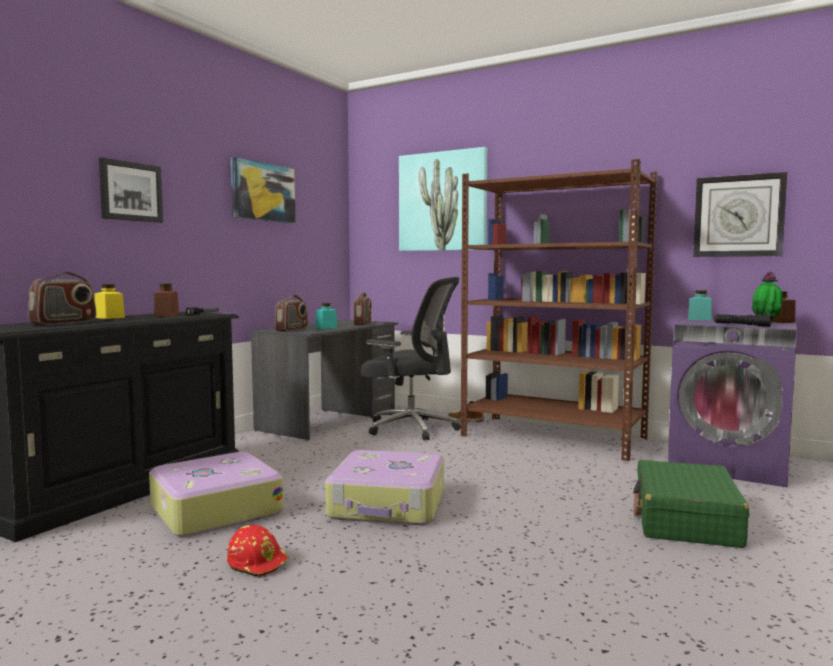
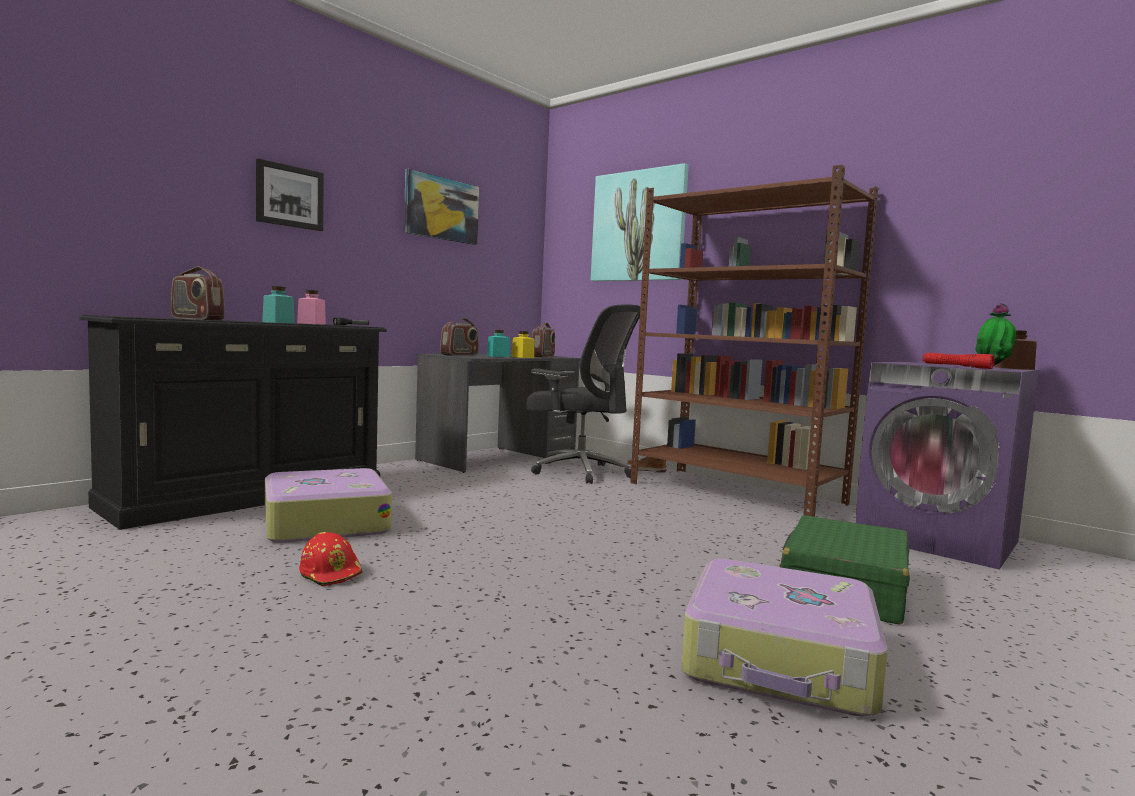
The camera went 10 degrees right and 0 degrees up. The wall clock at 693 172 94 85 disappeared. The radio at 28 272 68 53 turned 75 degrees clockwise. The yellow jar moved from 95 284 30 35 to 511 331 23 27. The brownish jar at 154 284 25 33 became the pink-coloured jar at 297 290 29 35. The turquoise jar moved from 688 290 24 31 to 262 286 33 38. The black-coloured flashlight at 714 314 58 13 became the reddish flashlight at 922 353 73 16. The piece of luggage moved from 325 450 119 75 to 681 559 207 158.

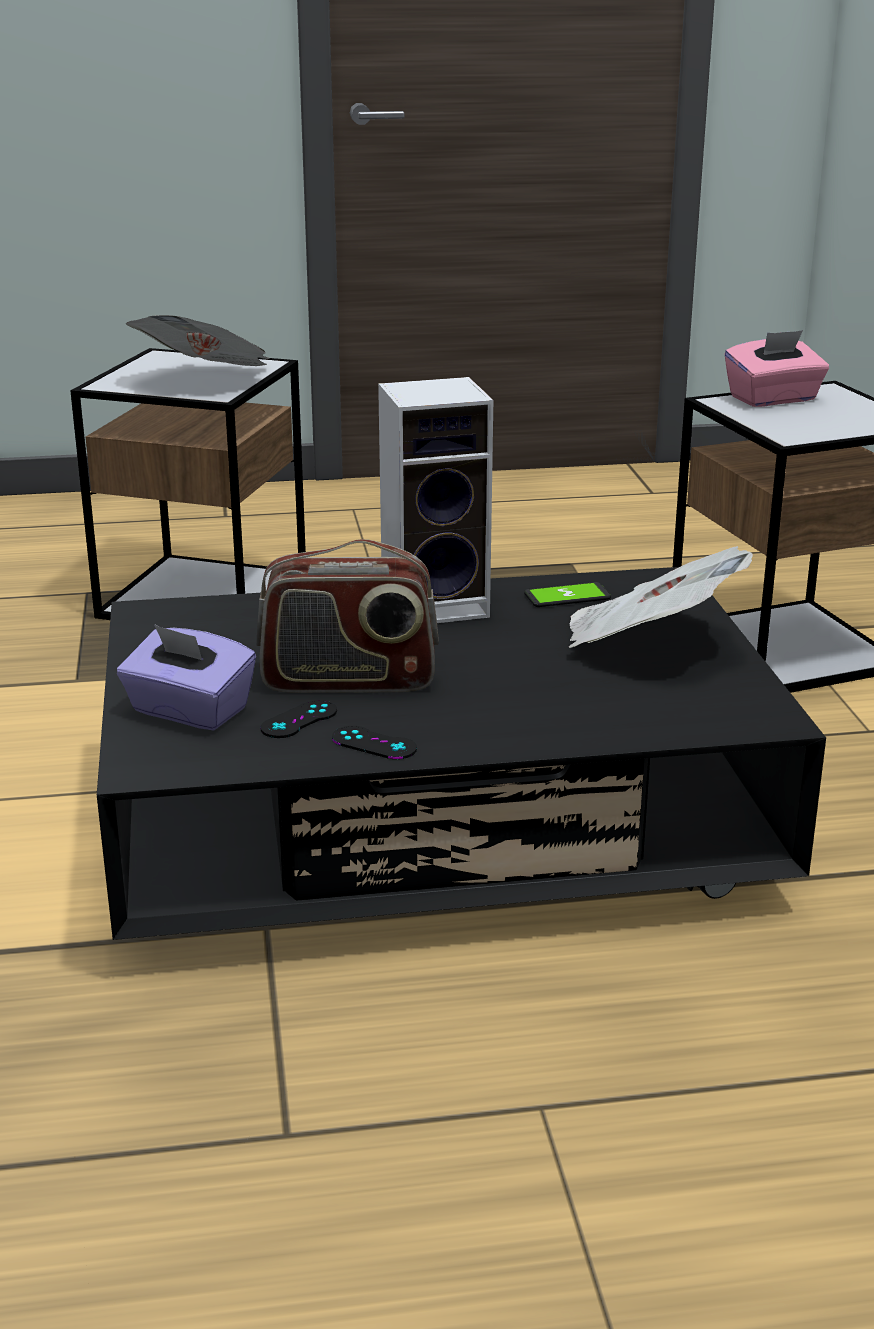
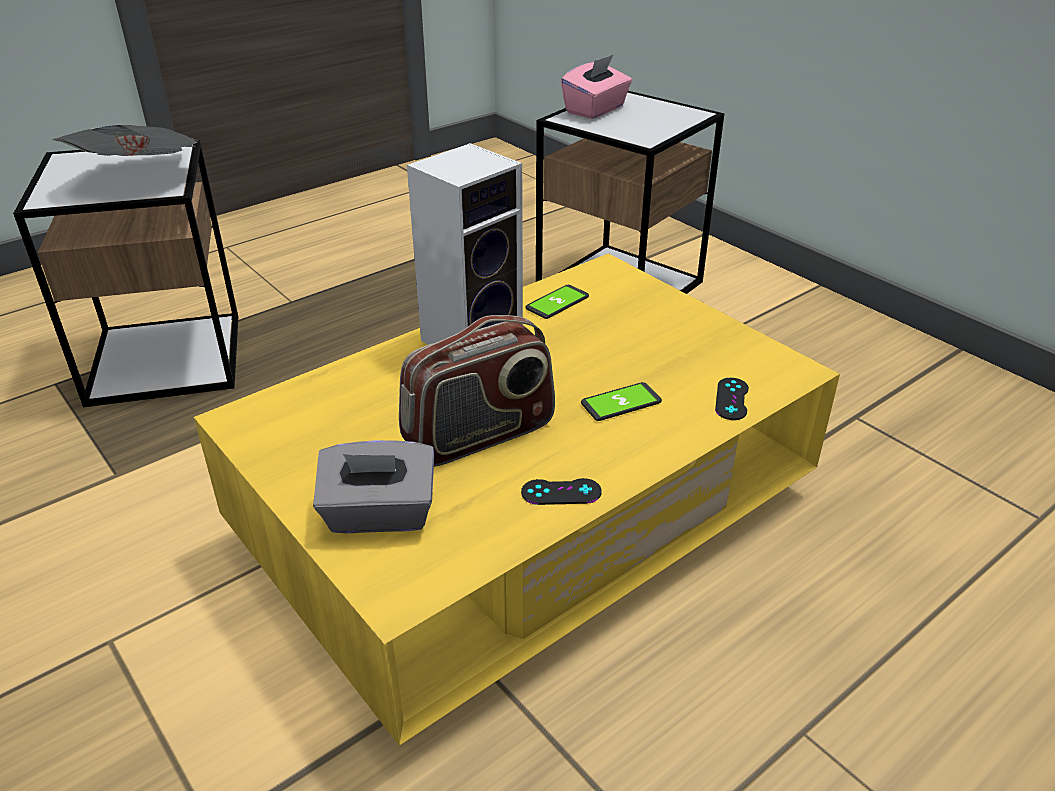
The camera went 30 degrees left and 10 degrees up. The printed paper at 569 546 184 102 disappeared. The black-coloured lounge table at 97 567 729 373 became the yellow lounge table at 194 253 646 493. The purple-coloured box of tissues at 117 624 139 107 became the grey box of tissues at 313 440 121 93. The black-coloured gamepad moved from 260 700 77 38 to 715 378 34 42. The telephone at 581 382 81 39 appeared.

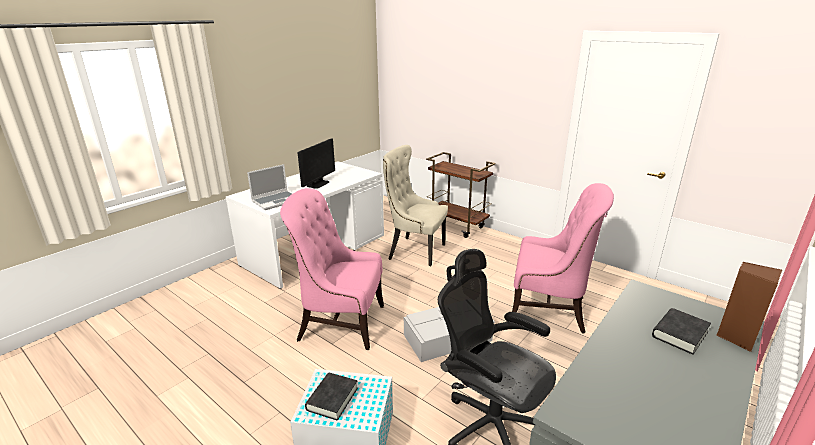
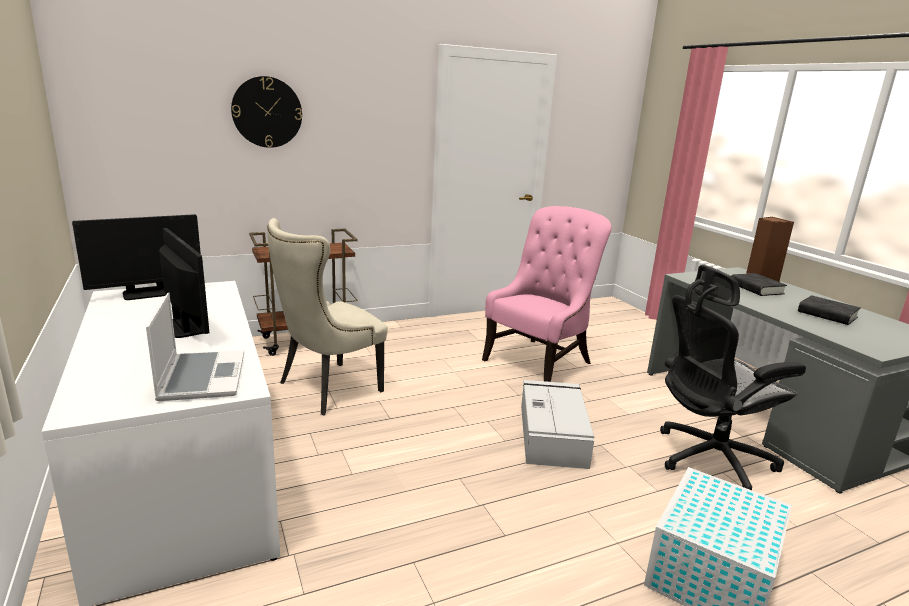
The camera went 65 degrees left and 5 degrees down. The pink-coloured chair at 280 188 104 162 disappeared. The black-coloured volume moved from 305 373 53 48 to 798 295 63 30. The wall clock at 231 76 71 72 appeared. The computer screen at 72 214 129 86 appeared.

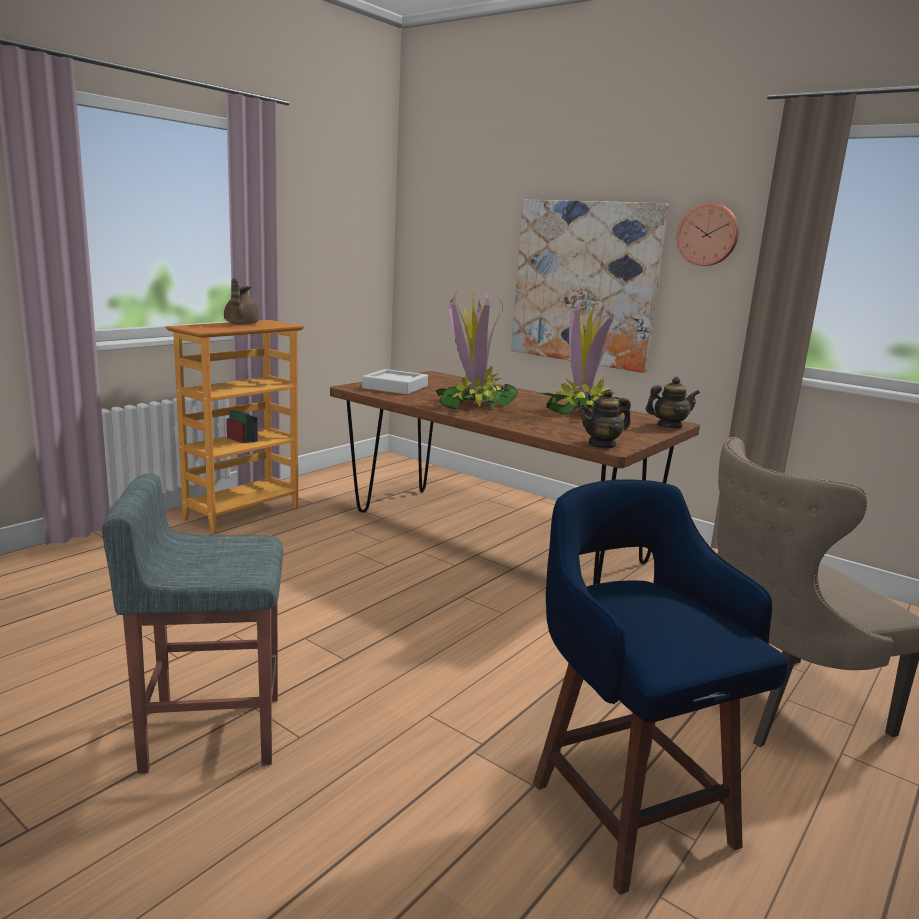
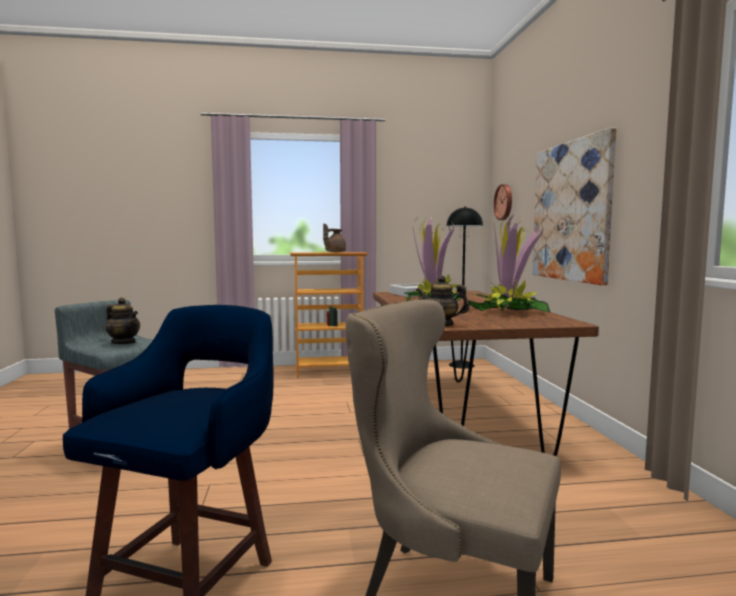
The camera went 45 degrees right and 10 degrees down. The wall clock moved from 677 203 62 63 to 494 184 18 36. The tea pot moved from 646 377 54 51 to 105 298 35 46. The black-coloured standing lamp at 447 207 36 161 appeared.

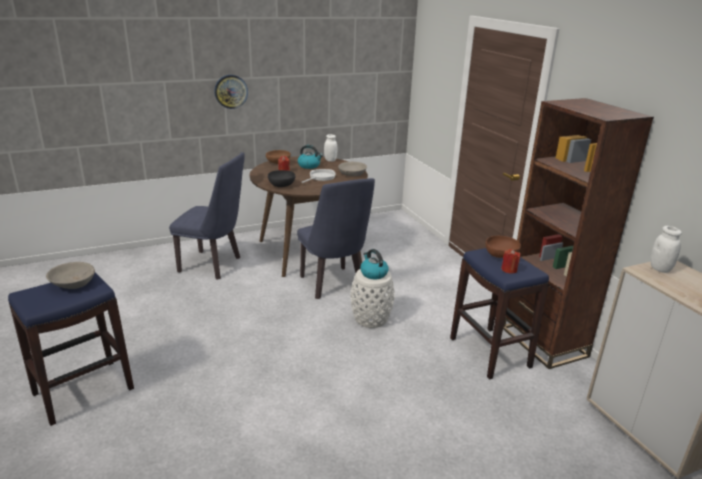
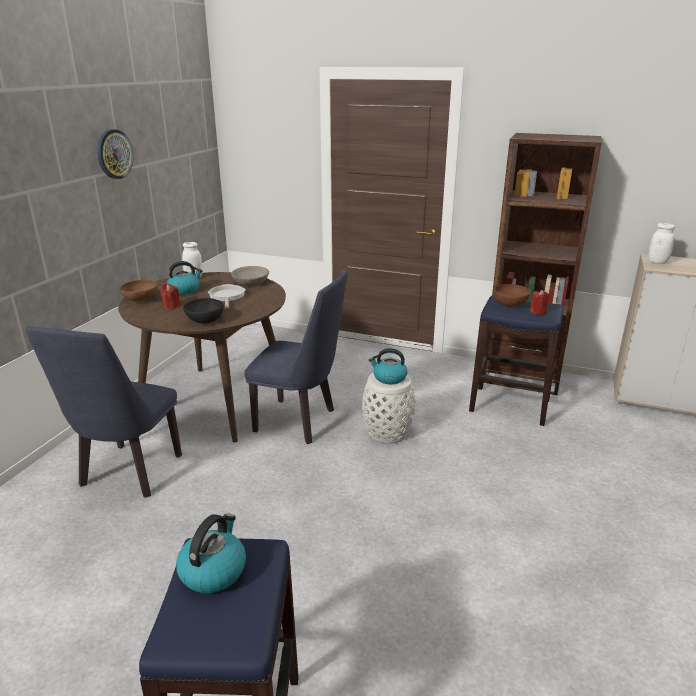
The camera went 45 degrees left and 0 degrees up. The wall clock moved from 214 75 34 34 to 97 129 36 50. The bluish chair at 169 152 76 128 turned 135 degrees clockwise. The grey serving bowl at 46 262 49 27 was replaced by the kettle at 176 514 70 79.

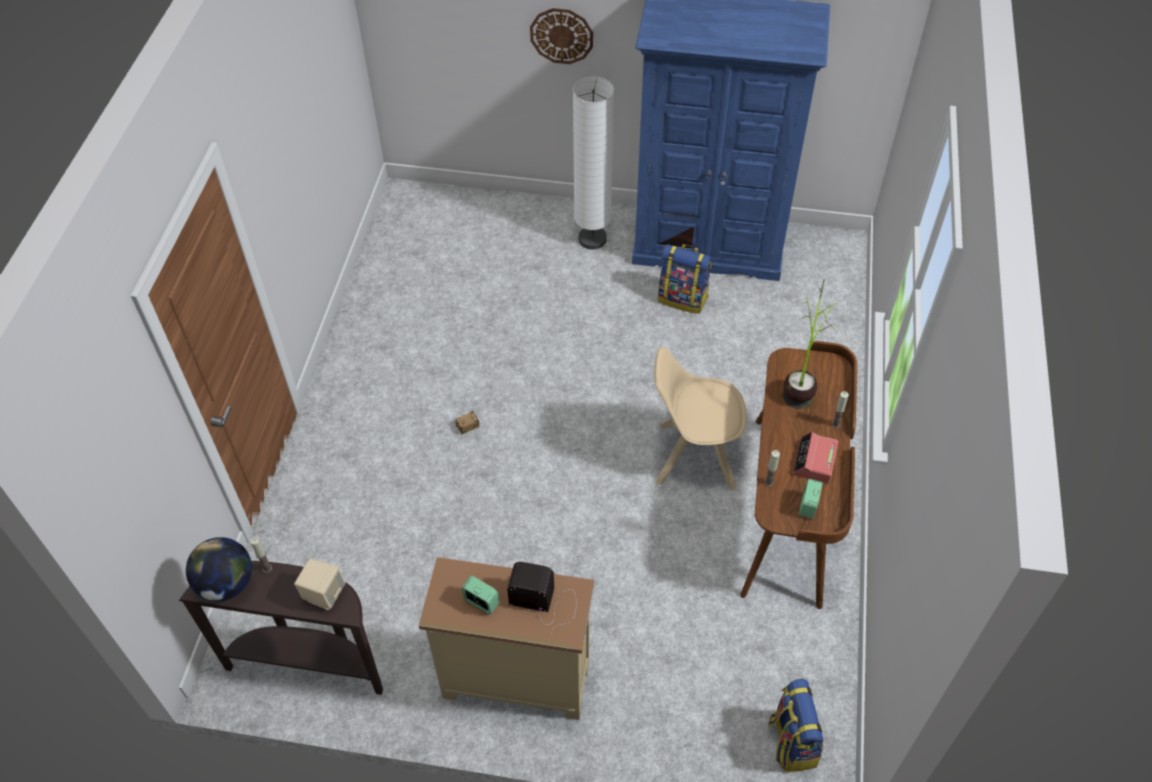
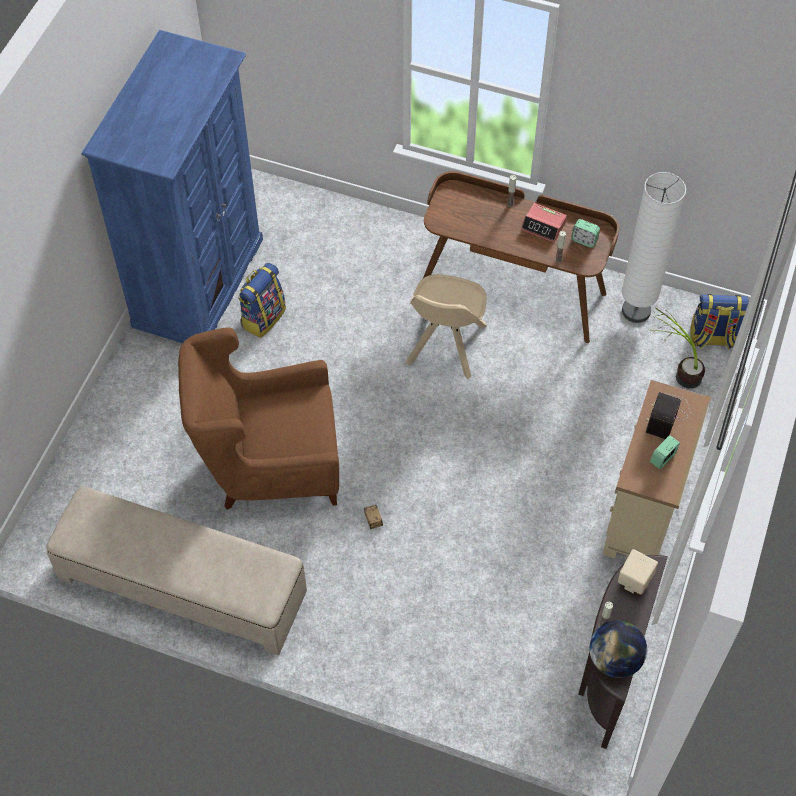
The camera went 80 degrees left and 5 degrees up. The wall clock at 530 8 63 56 disappeared. The white-coloured standing lamp moved from 573 77 41 173 to 622 172 64 151. The houseplant moved from 783 279 55 130 to 650 308 55 80. The brownish lounge chair at 178 327 161 183 appeared. The sand-coloured bench at 46 486 261 169 appeared.

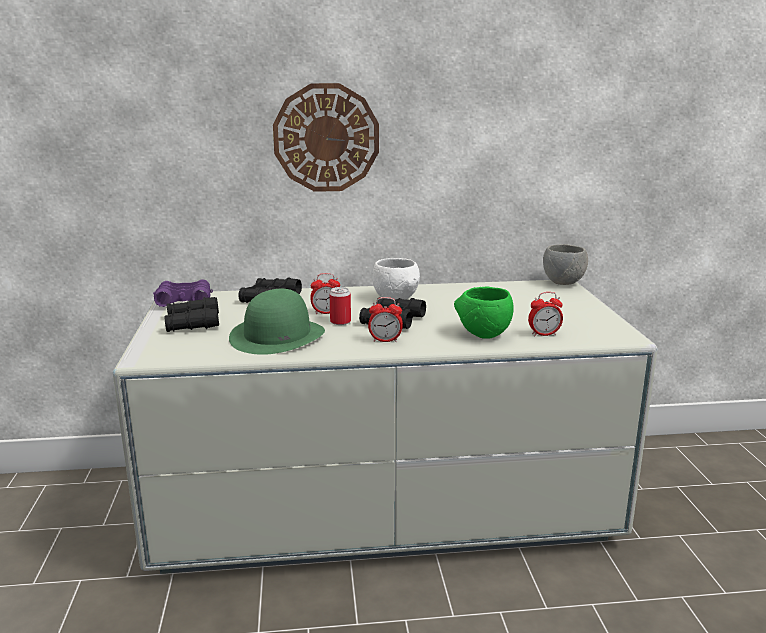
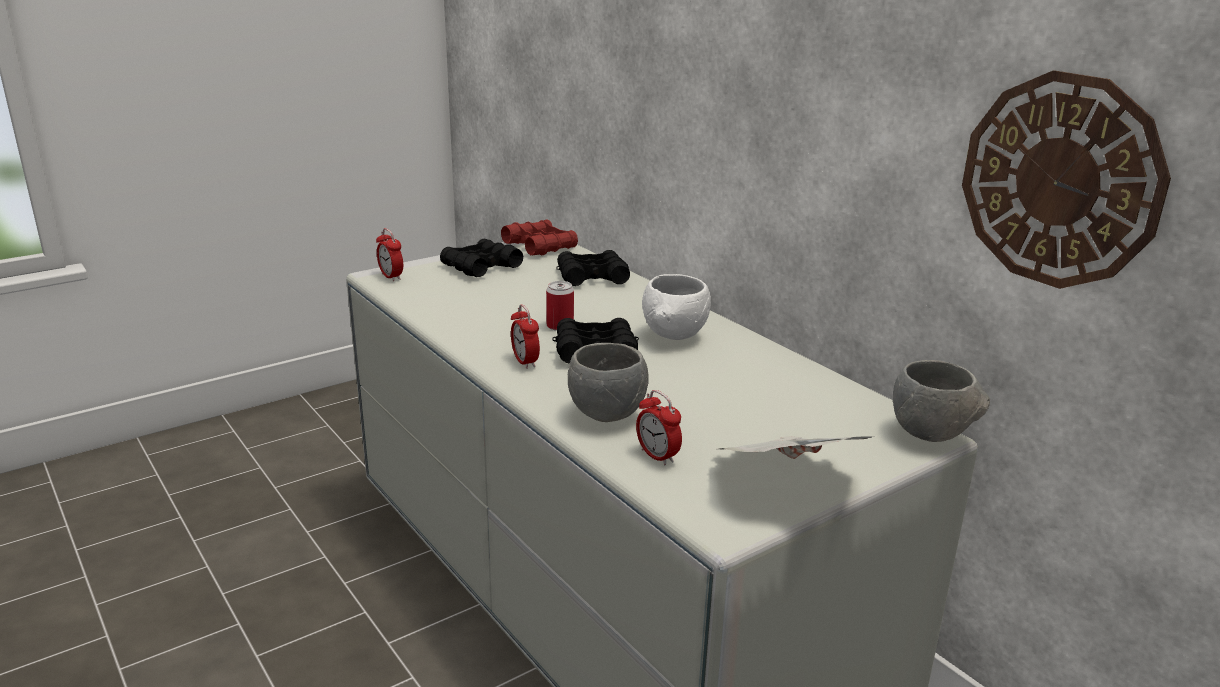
The camera went 60 degrees right and 5 degrees up. The wall clock moved from 273 83 106 109 to 962 70 209 219. The alarm clock moved from 310 273 30 42 to 376 228 27 53. The purple-coloured binoculars at 153 279 60 28 became the reddish binoculars at 501 220 77 36. The greenish serving bowl at 454 286 60 53 became the grey serving bowl at 568 343 81 79. The greenish clothing hat at 229 289 96 66 disappeared. The printed paper at 715 436 157 23 appeared.

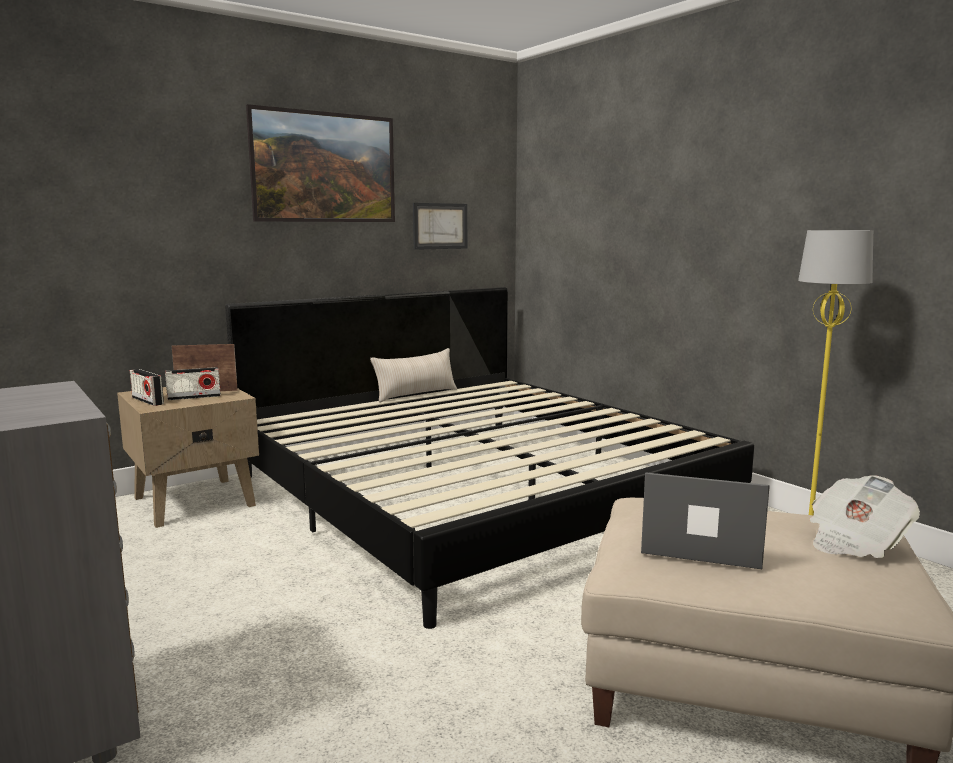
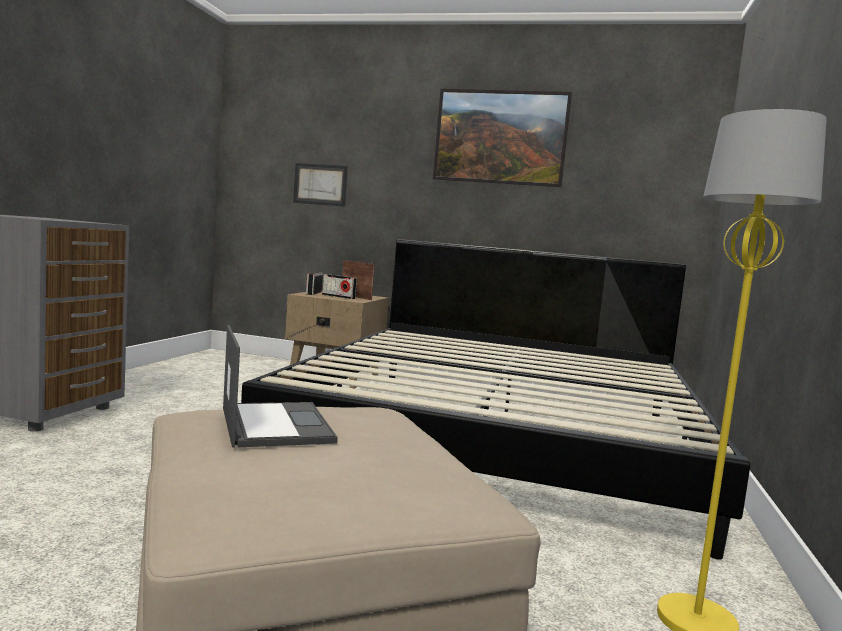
The camera went 50 degrees right and 5 degrees down. The wall art moved from 413 203 54 47 to 293 163 55 44. The sand-coloured cushion at 370 348 87 54 disappeared. The printed paper at 810 475 110 83 disappeared.

